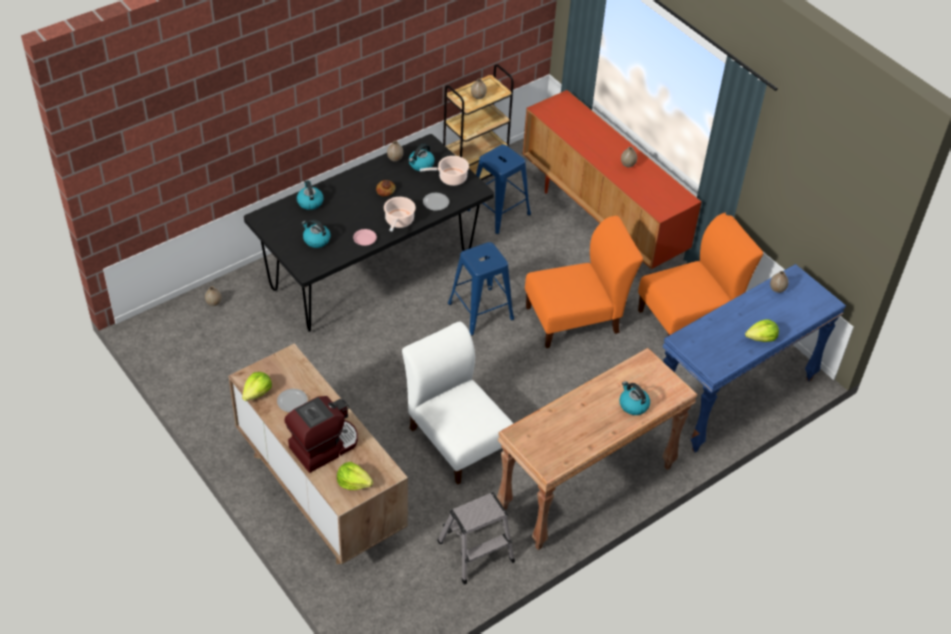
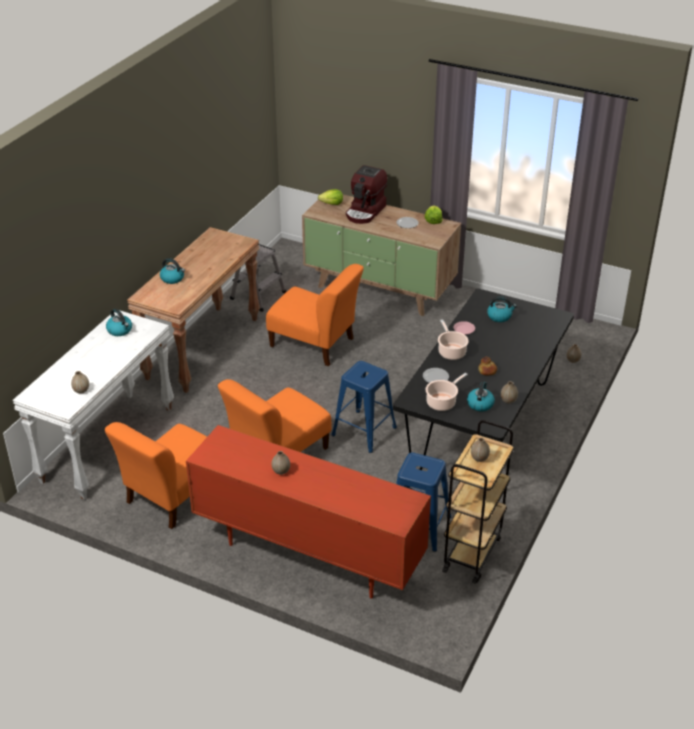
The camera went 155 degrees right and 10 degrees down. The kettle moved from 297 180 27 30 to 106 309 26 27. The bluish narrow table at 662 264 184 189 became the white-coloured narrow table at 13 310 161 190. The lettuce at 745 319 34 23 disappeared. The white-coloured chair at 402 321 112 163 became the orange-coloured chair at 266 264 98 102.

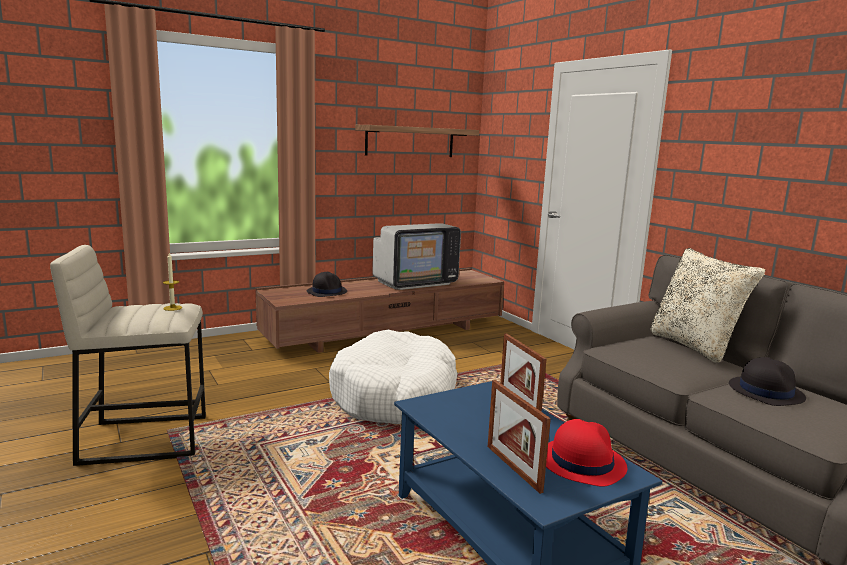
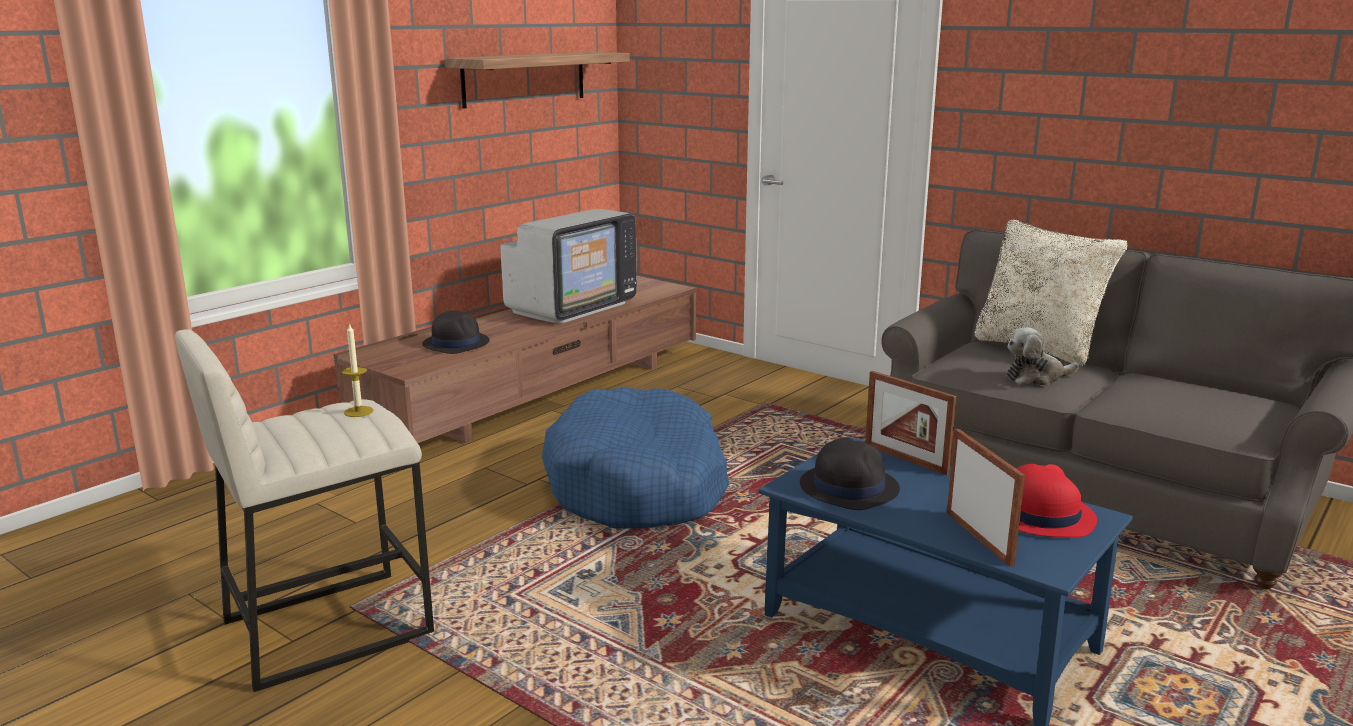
The camera went 20 degrees left and 5 degrees up. The white-coloured dog cushion at 329 330 129 94 became the bluish dog cushion at 542 387 187 142. The black-coloured clothing hat moved from 729 357 77 49 to 800 438 100 72. The standing frame at 488 380 63 114 turned 150 degrees counterclockwise. The cuddly toy at 1006 327 73 58 appeared.

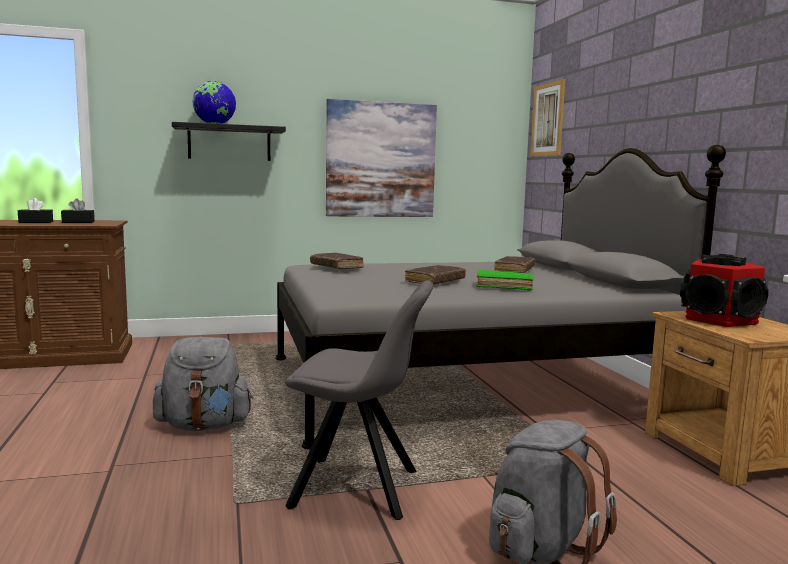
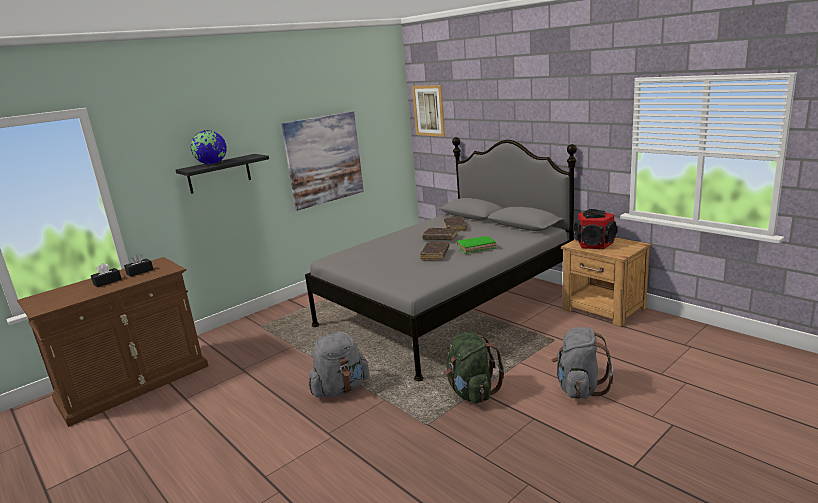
The camera went 25 degrees left and 10 degrees up. The brownish volume moved from 310 252 54 17 to 422 228 36 12. The grey chair at 285 280 148 240 was replaced by the greenish backpack at 445 332 59 72.

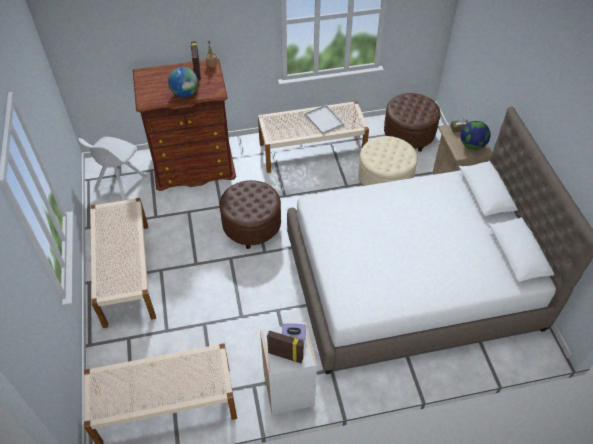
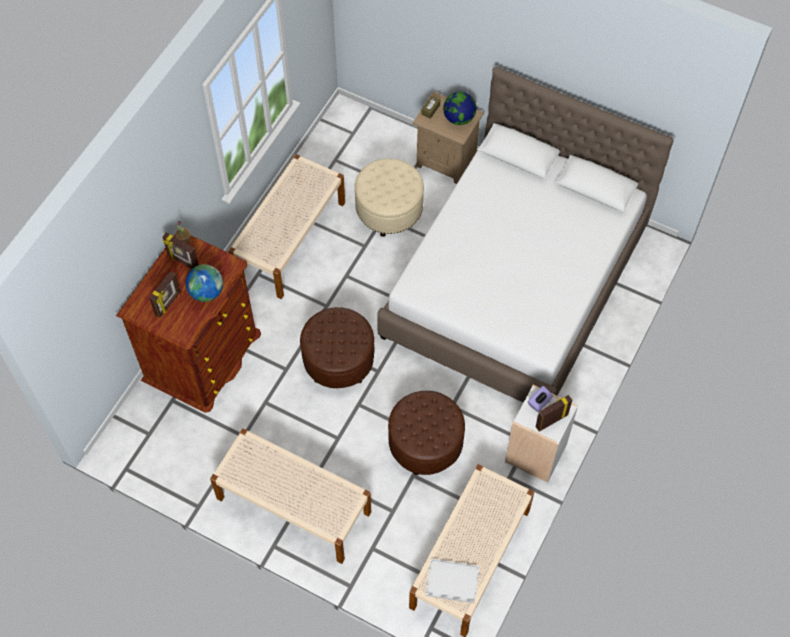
The camera went 50 degrees left and 10 degrees up. The brownish ottoman moved from 384 93 57 59 to 388 391 77 84. The white-coloured tray moved from 305 105 39 29 to 425 559 55 44. The white-coloured chair at 78 137 70 64 disappeared. The standing frame at 149 271 31 47 appeared.

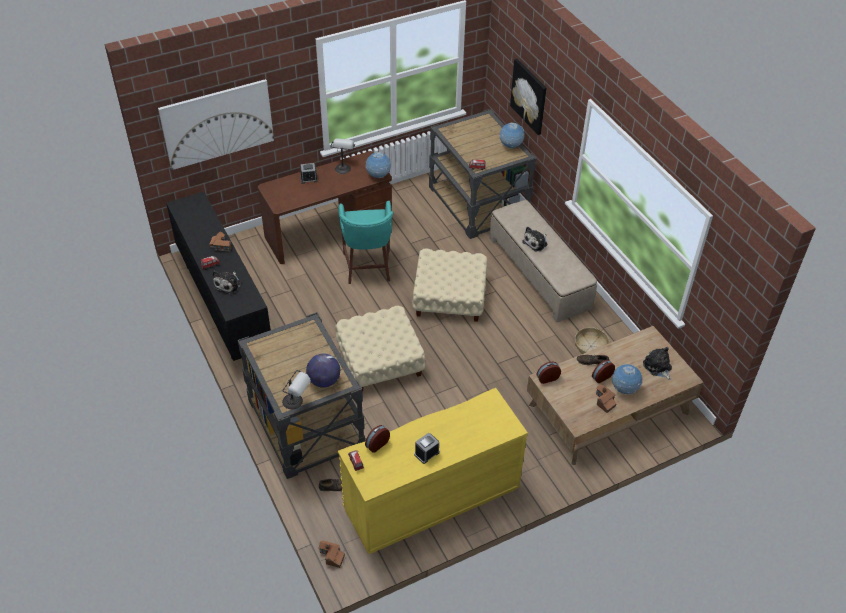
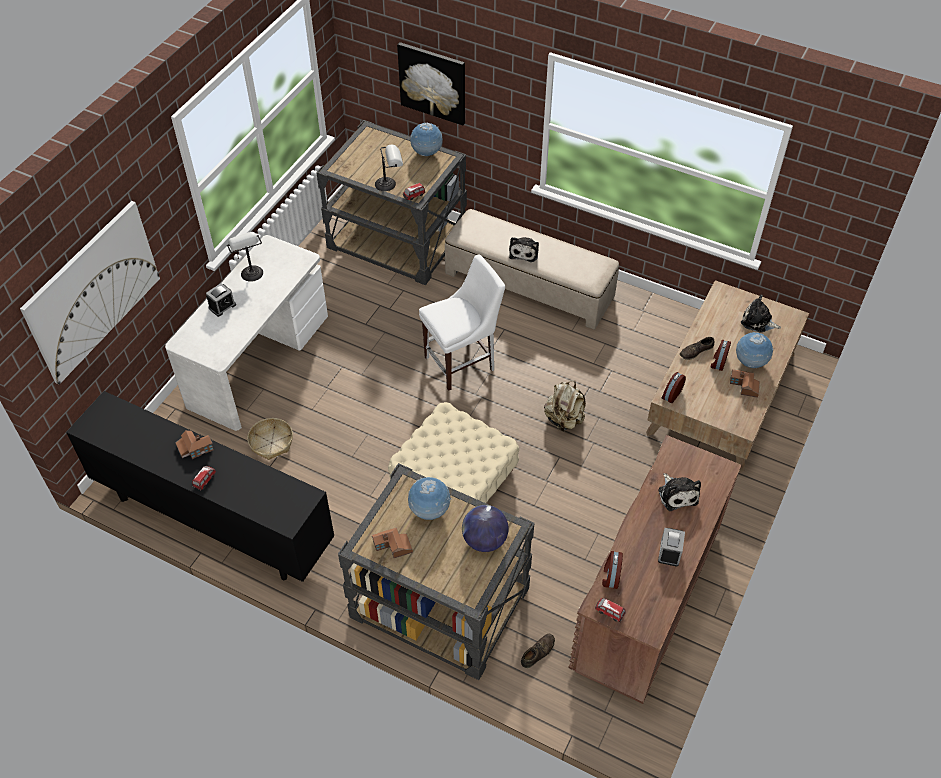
The camera went 35 degrees left and 5 degrees up. The brownish desk unit at 258 151 134 113 became the white-coloured desk unit at 165 235 163 196. The globe moved from 366 152 25 26 to 408 477 44 43. The turquoise stool at 339 201 54 83 disappeared. The sand-coloured ottoman at 412 248 75 74 was replaced by the white-coloured chair at 419 255 86 136. The cuddly toy moved from 213 271 28 23 to 658 473 43 38. The storage basket moved from 575 327 34 27 to 247 418 46 42. The table lamp moved from 282 370 29 39 to 375 145 28 46. The yellow chest of drawers at 338 388 190 166 became the brownish chest of drawers at 568 435 174 269. The model house moved from 319 540 26 28 to 372 527 41 31. The sand-coloured backpack at 544 381 42 51 appeared.

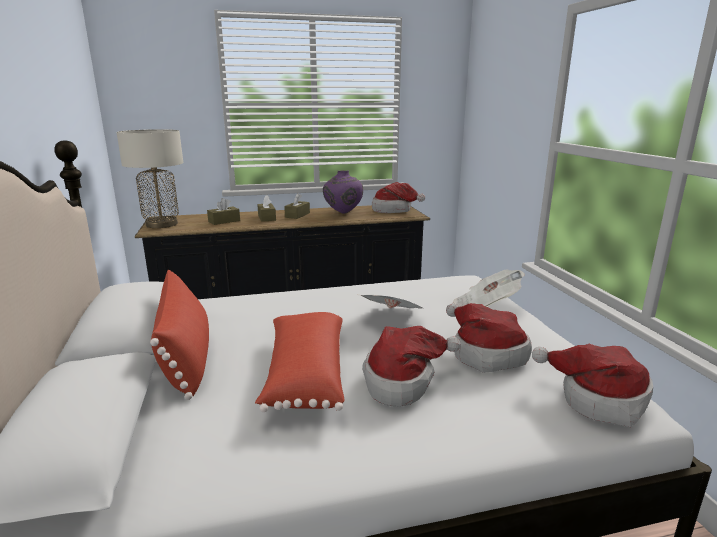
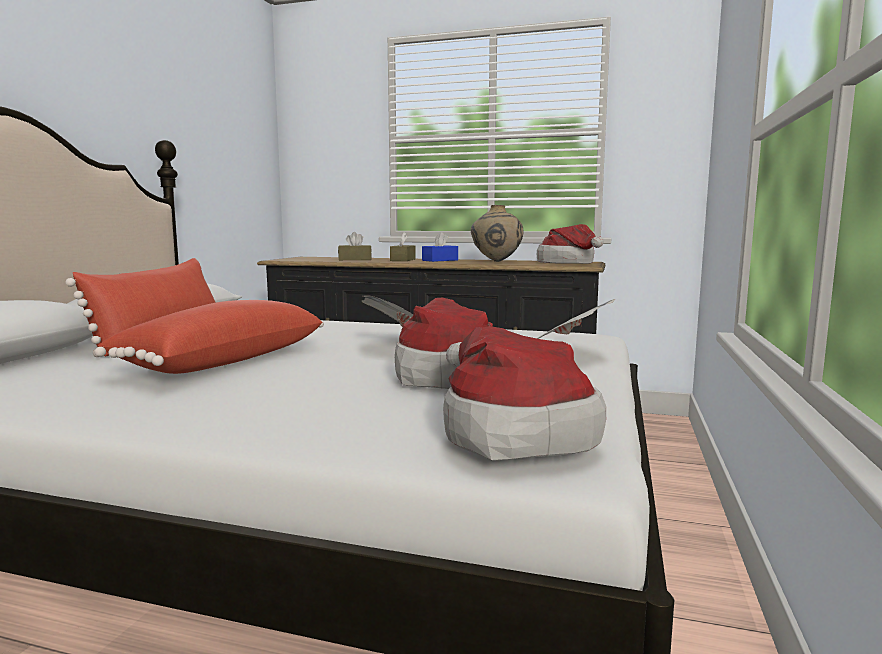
The camera went 30 degrees right and 10 degrees down. The table lamp at 117 129 67 99 disappeared. The purple-coloured decorative vase at 323 171 40 43 became the sand-coloured decorative vase at 471 205 52 57. The brownish box of tissues at 284 193 26 26 became the bluish box of tissues at 422 232 36 30. The clothing hat at 362 326 99 80 disappeared.

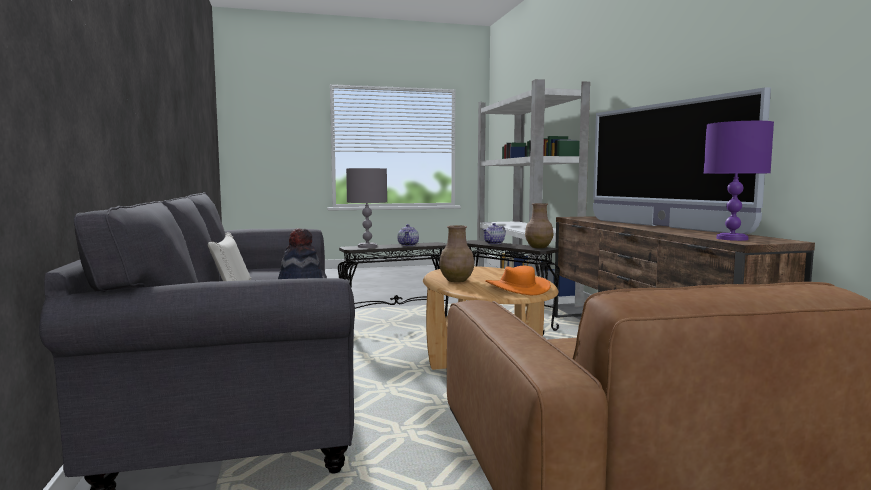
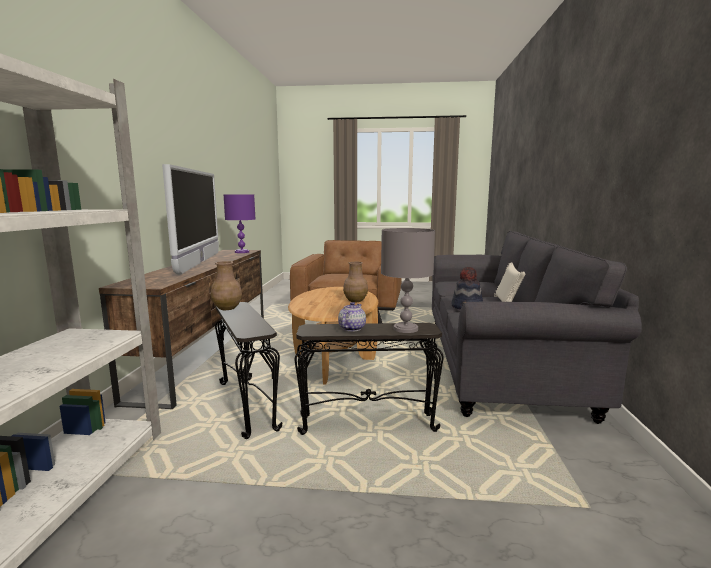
The camera went 160 degrees left and 5 degrees up. The tea pot at 483 223 23 21 disappeared. The orange-coloured clothing hat at 485 266 66 29 disappeared.

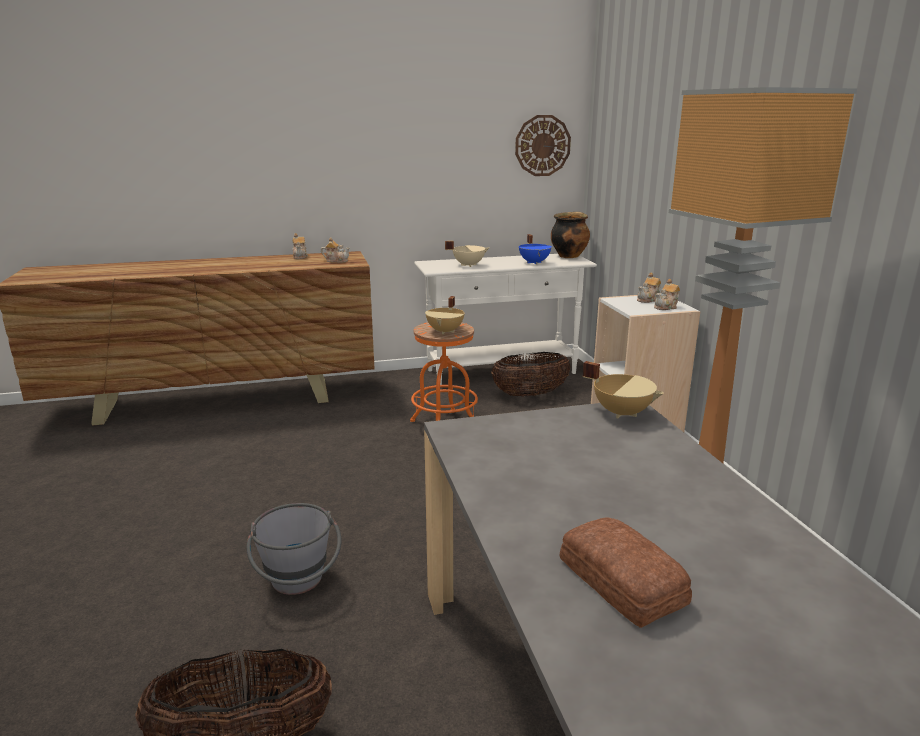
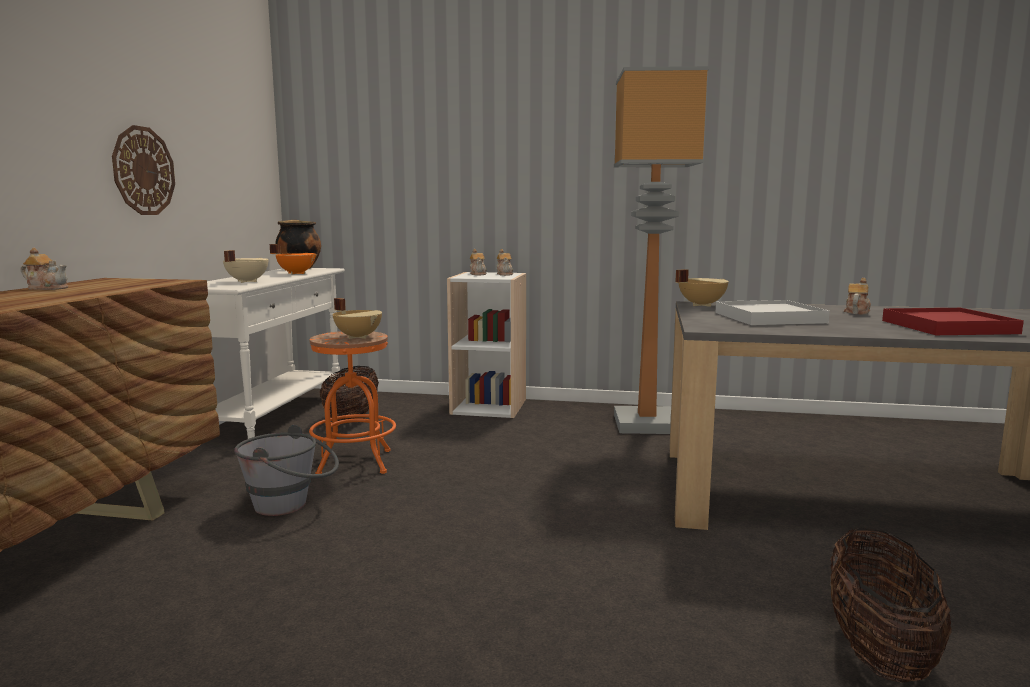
The camera went 65 degrees left and 10 degrees down. The wall clock moved from 515 115 56 61 to 112 125 63 90. The bluish cooking pot at 519 234 33 31 became the orange-coloured cooking pot at 270 244 48 30. The tea pot moved from 321 237 29 25 to 844 278 27 37. The grey bucket moved from 247 503 94 92 to 234 425 105 91. The baked bread at 560 517 132 111 was replaced by the reddish tray at 882 308 142 27. The white-coloured tray at 716 300 114 25 appeared.

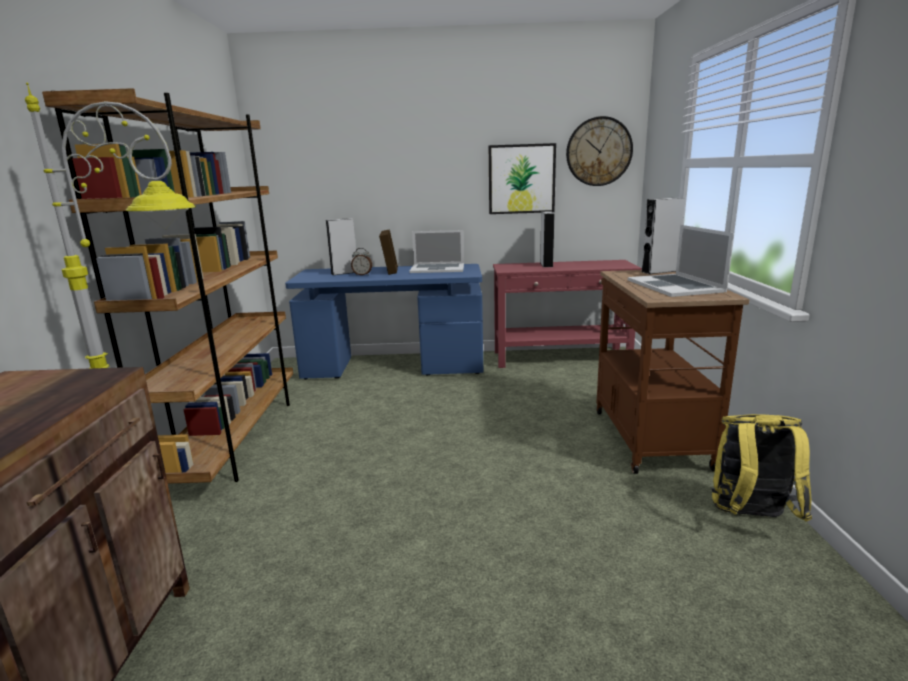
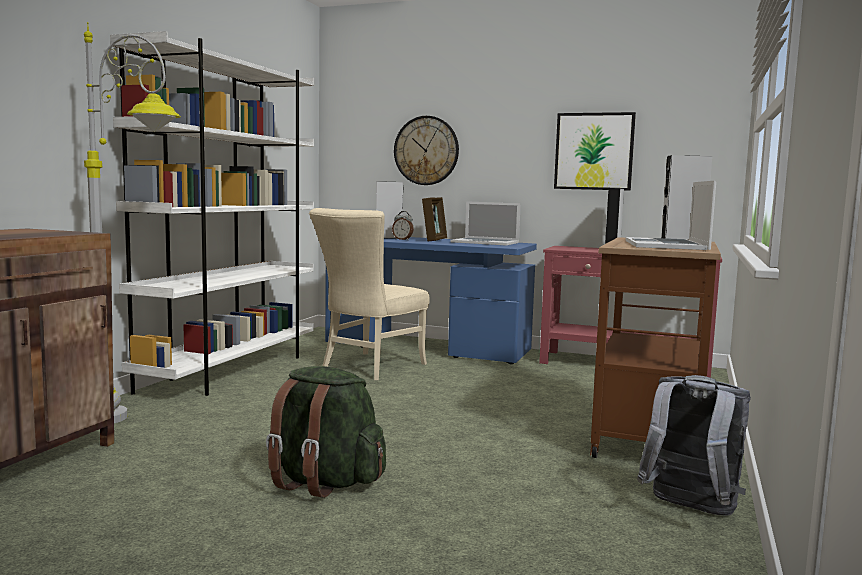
The camera went 20 degrees right and 10 degrees down. The brownish bookcase at 42 88 251 396 became the white-coloured bookcase at 110 31 204 365. The wall clock moved from 566 116 67 70 to 394 116 65 69. The yellow backpack at 712 414 100 108 became the grey backpack at 637 375 114 141. The sand-coloured chair at 309 208 121 172 appeared. The greenish backpack at 266 366 120 132 appeared.

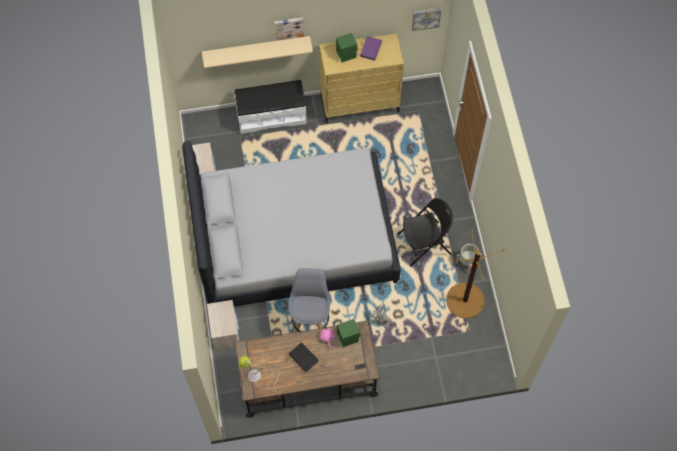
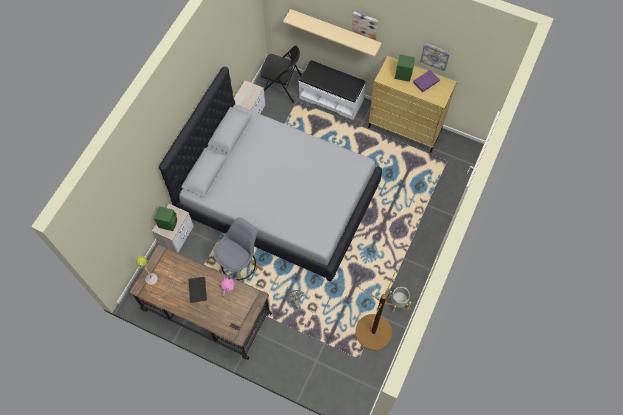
The camera went 35 degrees right and 0 degrees up. The wall art moved from 412 8 29 23 to 420 43 30 28. The black-coloured chair moved from 398 198 55 69 to 260 45 41 59. The greenish audio speaker moved from 337 319 23 28 to 154 206 23 25.

